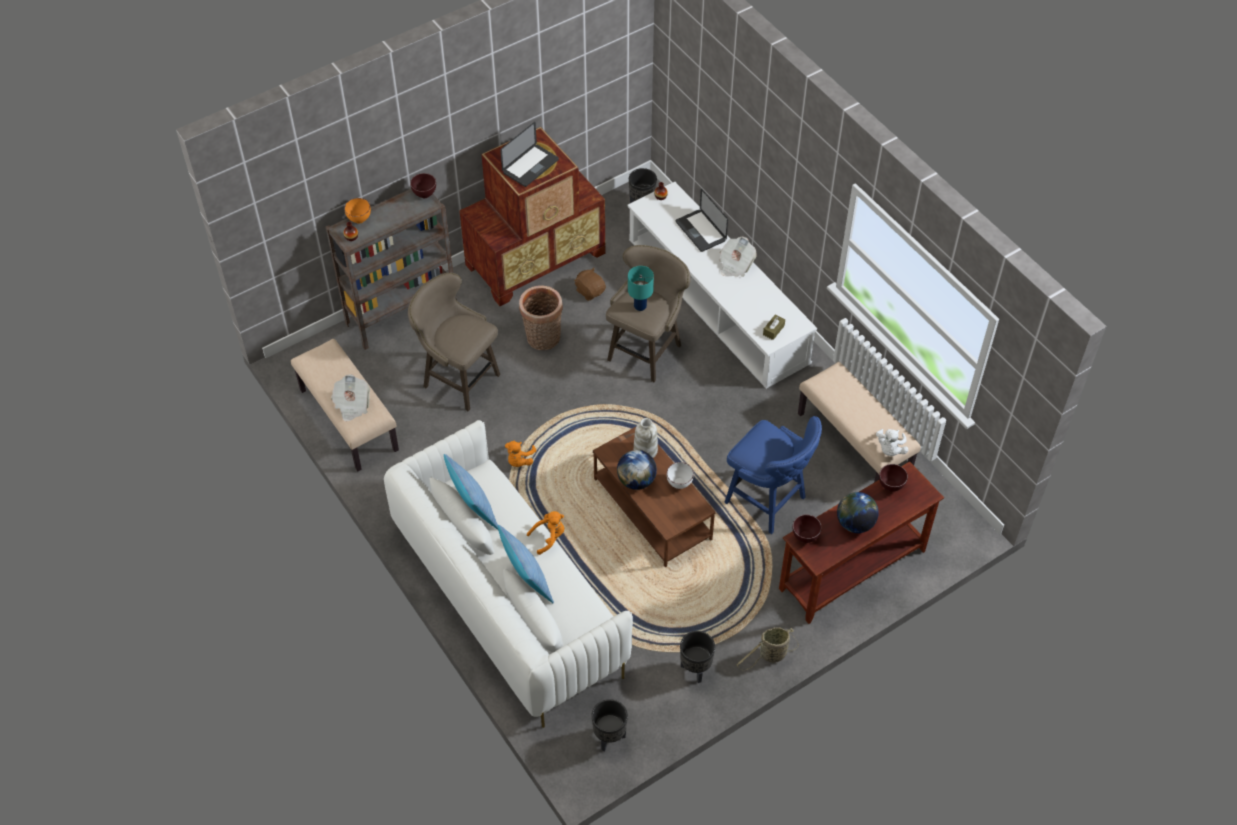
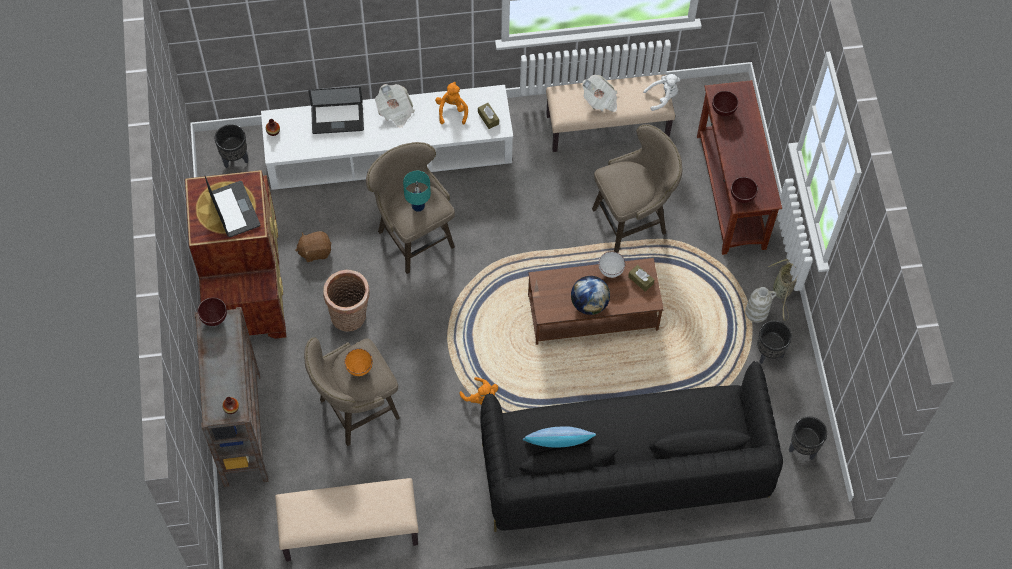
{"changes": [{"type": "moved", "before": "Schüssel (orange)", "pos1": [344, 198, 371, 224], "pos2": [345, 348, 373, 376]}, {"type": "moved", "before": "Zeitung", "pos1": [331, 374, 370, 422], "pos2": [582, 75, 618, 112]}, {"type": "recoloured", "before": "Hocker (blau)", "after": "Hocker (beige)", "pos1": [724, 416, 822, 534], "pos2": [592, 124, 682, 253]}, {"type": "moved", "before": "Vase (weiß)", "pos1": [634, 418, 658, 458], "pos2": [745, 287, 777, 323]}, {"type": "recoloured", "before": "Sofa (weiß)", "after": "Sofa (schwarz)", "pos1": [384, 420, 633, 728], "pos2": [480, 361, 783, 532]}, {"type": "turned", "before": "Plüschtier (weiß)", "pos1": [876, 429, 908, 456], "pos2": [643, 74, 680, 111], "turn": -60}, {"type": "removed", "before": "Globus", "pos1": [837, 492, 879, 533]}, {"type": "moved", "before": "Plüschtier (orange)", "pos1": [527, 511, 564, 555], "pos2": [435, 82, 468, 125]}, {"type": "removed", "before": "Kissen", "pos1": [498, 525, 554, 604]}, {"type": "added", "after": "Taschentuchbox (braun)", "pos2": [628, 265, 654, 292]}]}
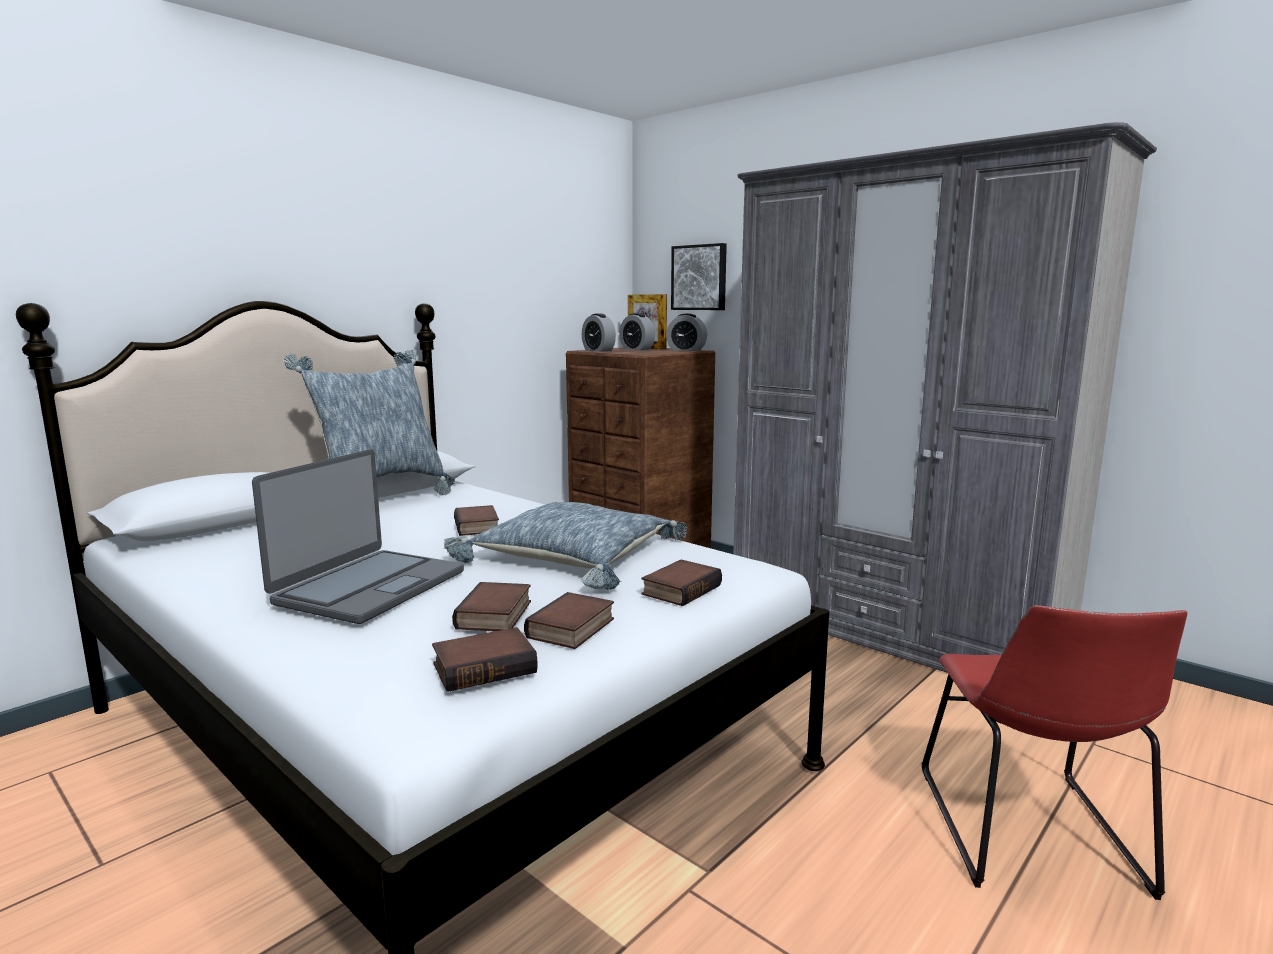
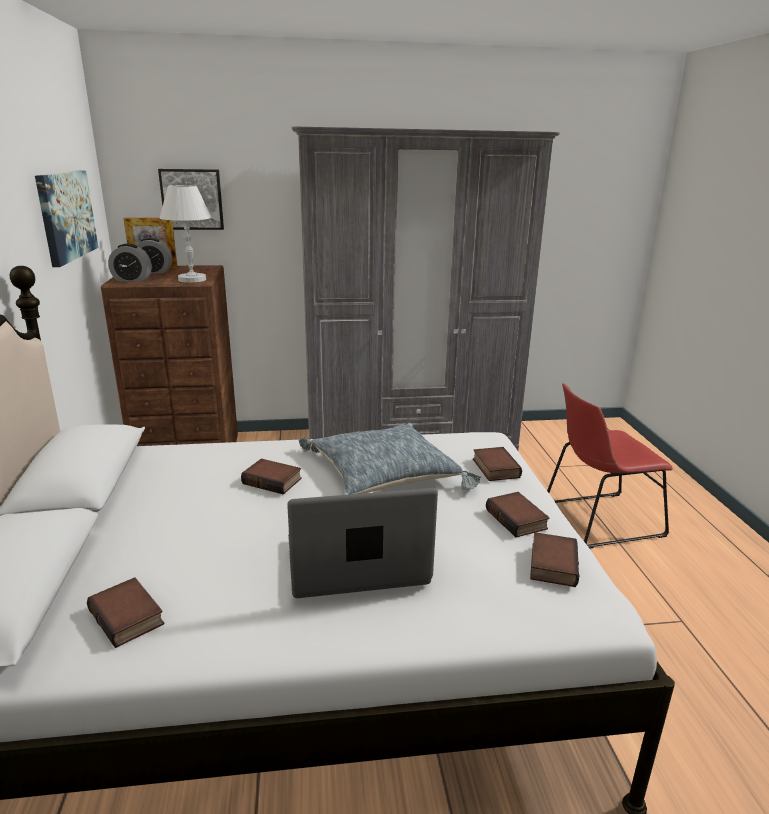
{"changes": [{"type": "removed", "before": "Wecker", "pos1": [666, 313, 707, 351]}, {"type": "removed", "before": "Kissen", "pos1": [283, 350, 455, 496]}, {"type": "turned", "before": "Laptop", "pos1": [252, 449, 464, 624], "pos2": [287, 488, 438, 598], "turn": -75}, {"type": "moved", "before": "Buch", "pos1": [452, 582, 531, 631], "pos2": [87, 577, 164, 648]}, {"type": "turned", "before": "Stuhl (rot)", "pos1": [922, 605, 1187, 900], "pos2": [547, 383, 673, 548], "turn": 120}, {"type": "added", "after": "Bild", "pos2": [35, 171, 98, 267]}, {"type": "added", "after": "Tischlampe (weiß)", "pos2": [160, 185, 212, 283]}]}
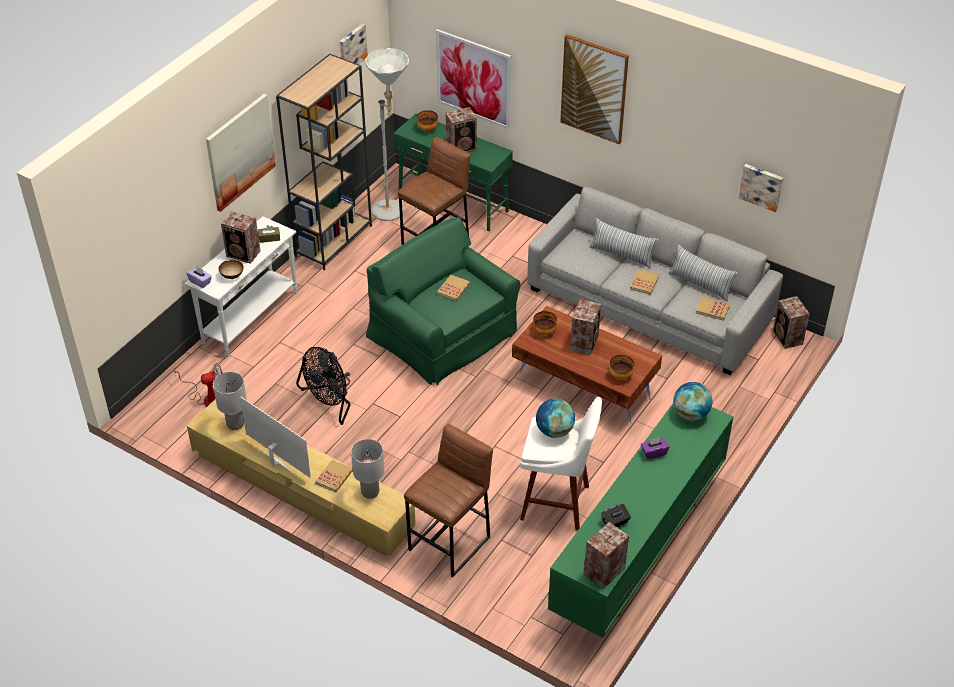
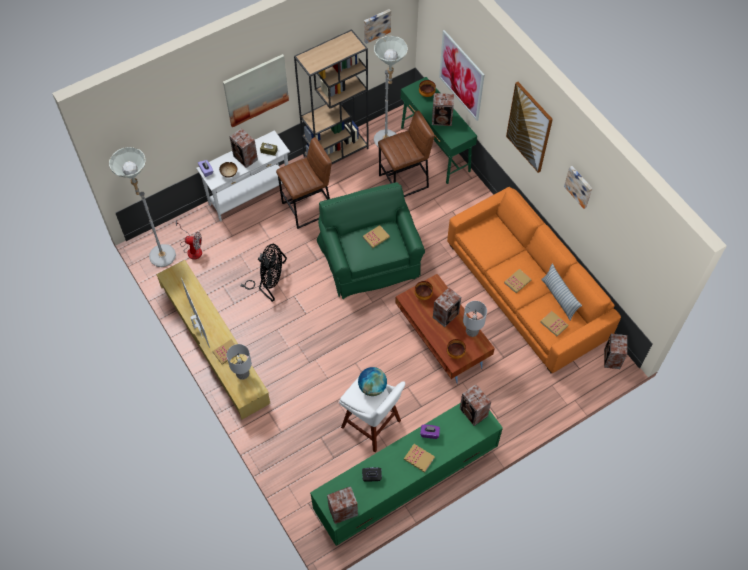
{"changes": [{"type": "moved", "before": "Bild", "pos1": [739, 164, 783, 212], "pos2": [564, 166, 593, 209]}, {"type": "recoloured", "before": "Sofa (grau)", "after": "Sofa (orange)", "pos1": [527, 187, 783, 375], "pos2": [447, 187, 621, 373]}, {"type": "removed", "before": "Kissen", "pos1": [589, 218, 658, 269]}, {"type": "turned", "before": "Ventilator (schwarz)", "pos1": [296, 347, 350, 425], "pos2": [241, 244, 287, 302], "turn": -150}, {"type": "moved", "before": "Tischlampe (grau)", "pos1": [213, 372, 247, 430], "pos2": [463, 301, 487, 337]}, {"type": "replaced", "before": "Globus", "after": "Lautsprecher", "pos1": [673, 382, 713, 421], "pos2": [460, 384, 491, 426]}, {"type": "moved", "before": "Hocker (braun)", "pos1": [404, 424, 493, 577], "pos2": [276, 137, 332, 229]}, {"type": "added", "after": "Stehlampe (grau)", "pos2": [109, 147, 176, 267]}, {"type": "added", "after": "Buch", "pos2": [404, 444, 435, 473]}]}
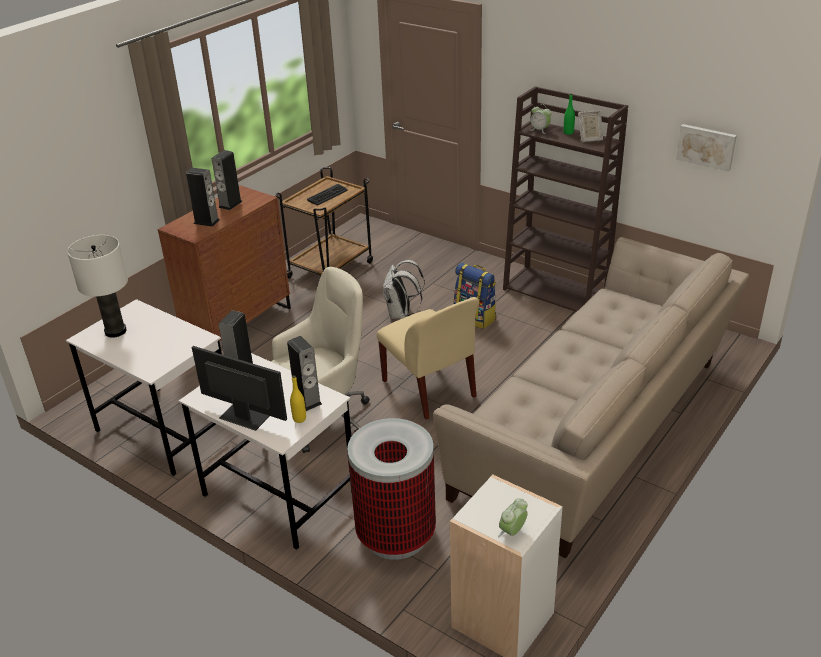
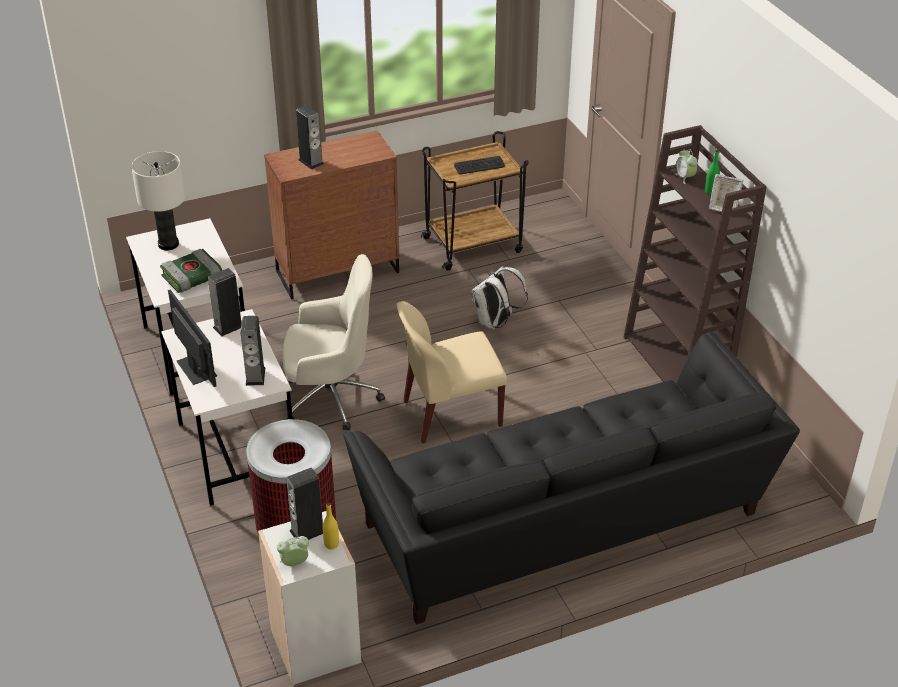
{"changes": [{"type": "removed", "before": "Bild", "pos1": [676, 124, 737, 172]}, {"type": "moved", "before": "Lautsprecher", "pos1": [212, 150, 243, 210], "pos2": [286, 467, 323, 540]}, {"type": "recoloured", "before": "Sofa (beige)", "after": "Sofa (schwarz)", "pos1": [433, 237, 749, 558], "pos2": [343, 331, 800, 625]}, {"type": "removed", "before": "Rucksack", "pos1": [454, 263, 496, 329]}, {"type": "turned", "before": "Stuhl (beige)", "pos1": [377, 297, 479, 420], "pos2": [397, 301, 507, 443], "turn": 75}, {"type": "moved", "before": "Flasche (gelb)", "pos1": [290, 375, 306, 423], "pos2": [323, 502, 339, 549]}, {"type": "added", "after": "Buch", "pos2": [160, 249, 222, 293]}]}
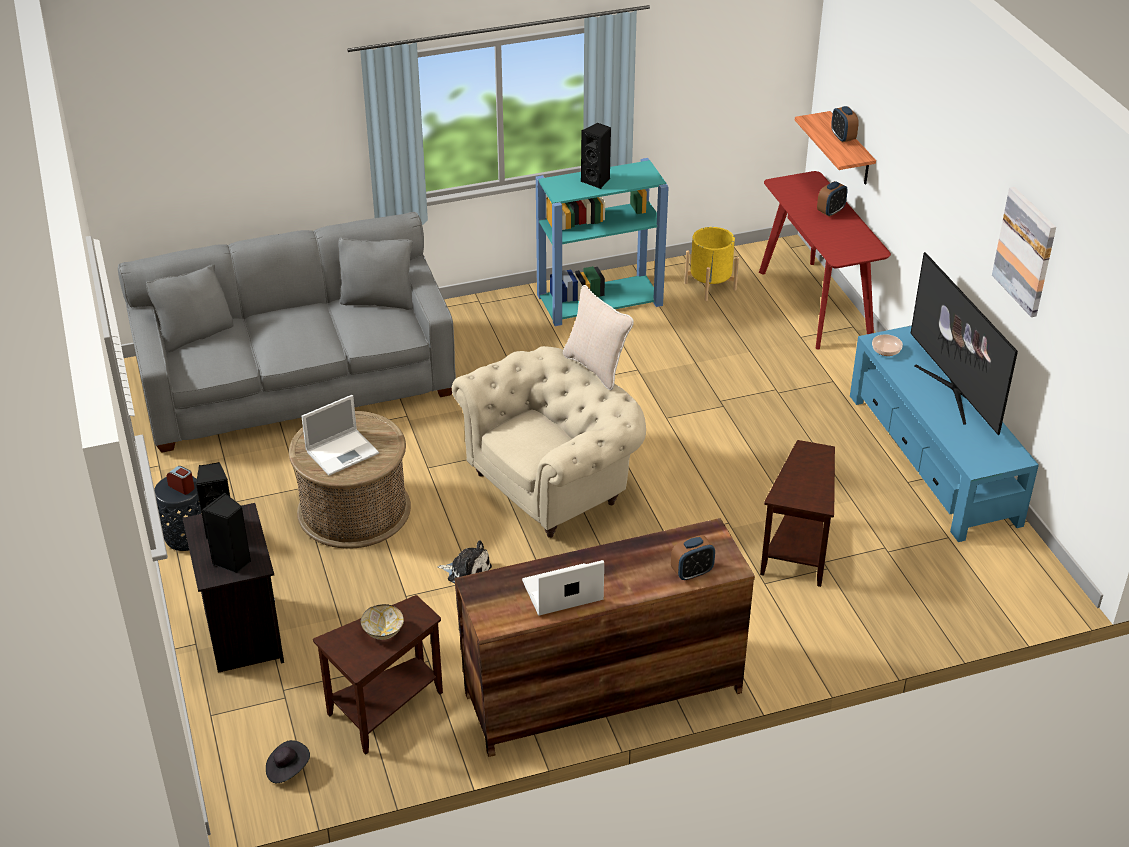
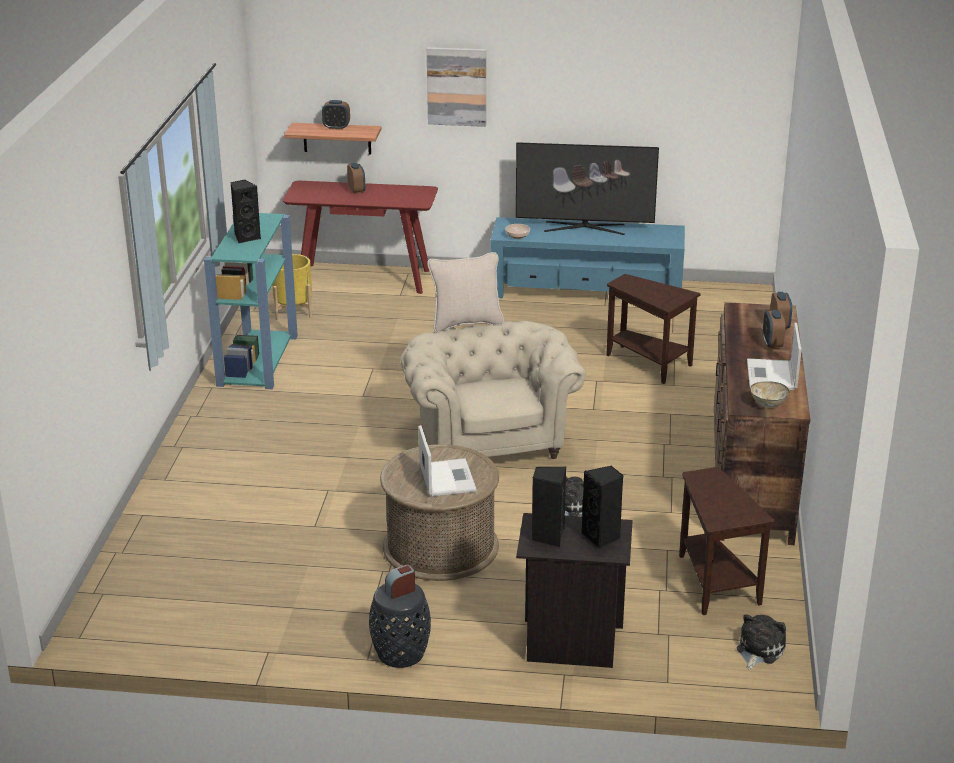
{"changes": [{"type": "moved", "before": "Bild", "pos1": [992, 187, 1056, 317], "pos2": [427, 47, 486, 127]}, {"type": "removed", "before": "Sofa (grau)", "pos1": [118, 212, 456, 453]}, {"type": "moved", "before": "Schüssel", "pos1": [361, 604, 404, 640], "pos2": [751, 381, 789, 408]}, {"type": "replaced", "before": "Hut (schwarz)", "after": "Plüschtier", "pos1": [266, 740, 310, 783], "pos2": [737, 614, 786, 670]}, {"type": "added", "after": "Wecker", "pos2": [763, 310, 785, 348]}]}
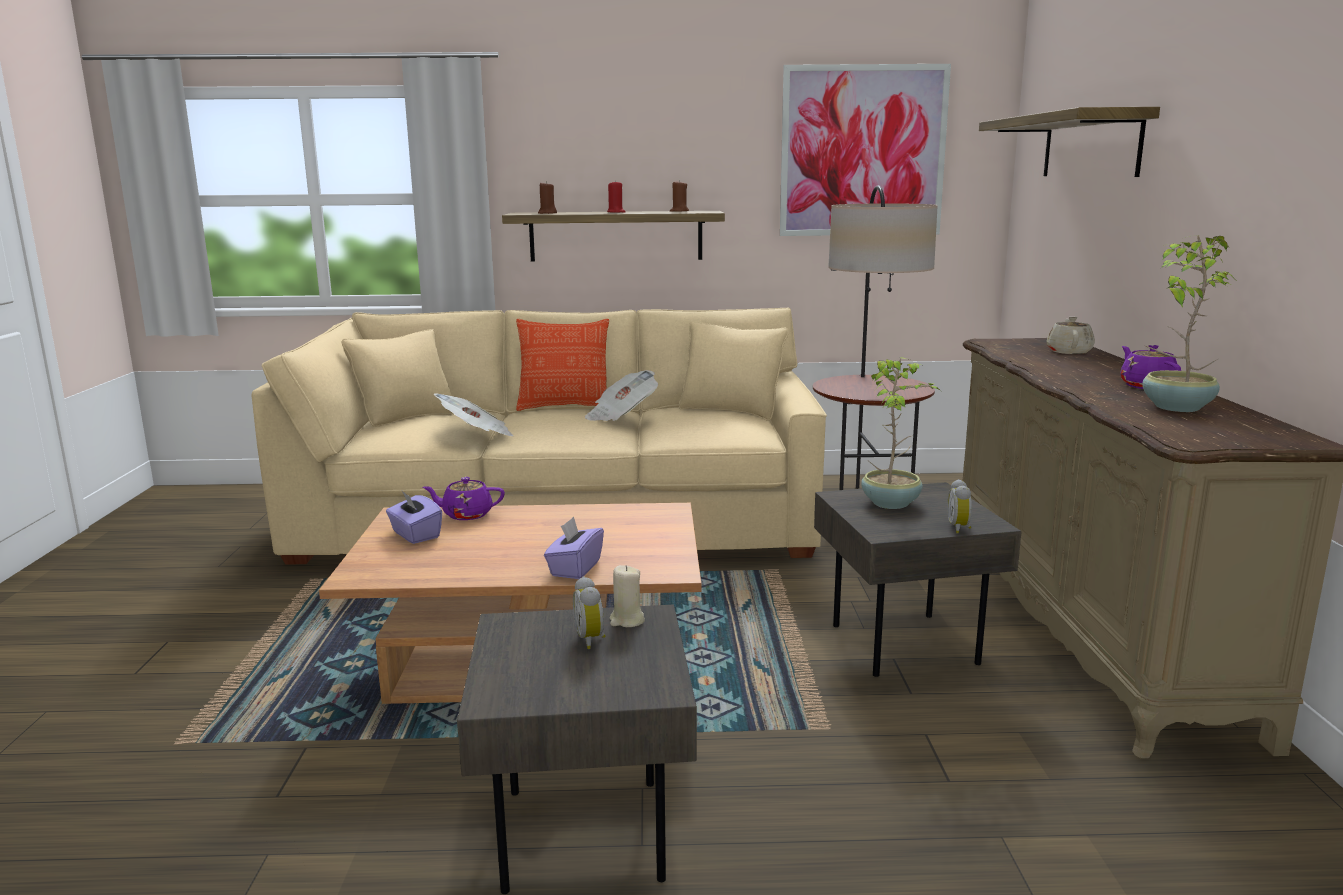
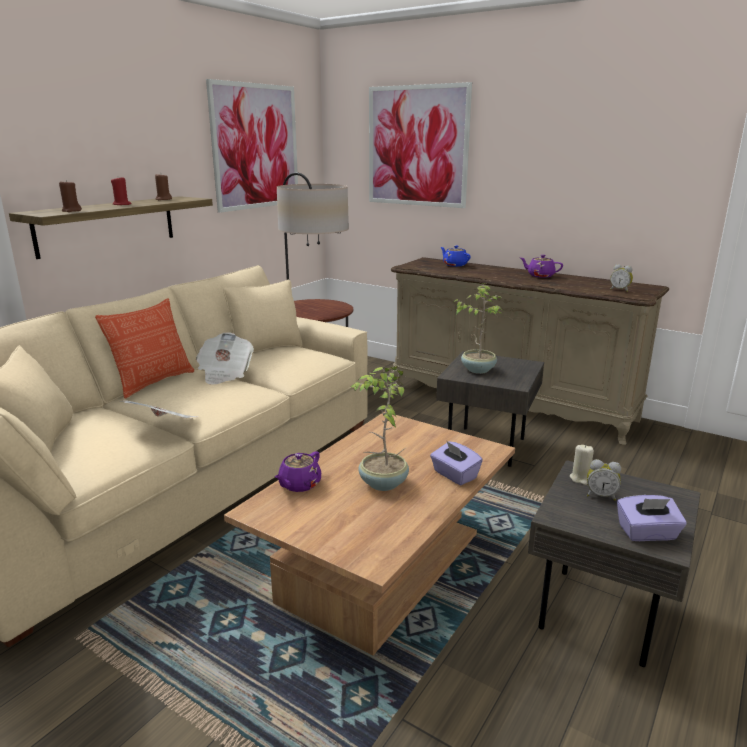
{"changes": [{"type": "replaced", "before": "Wandregal", "after": "Bild", "pos1": [979, 107, 1160, 177], "pos2": [369, 82, 472, 208]}, {"type": "moved", "before": "Topfpflanze", "pos1": [1142, 235, 1236, 412], "pos2": [351, 366, 409, 491]}, {"type": "recoloured", "before": "Teekanne (beige)", "after": "Teekanne (blau)", "pos1": [1046, 317, 1095, 354], "pos2": [441, 246, 471, 267]}, {"type": "moved", "before": "Wecker", "pos1": [947, 479, 972, 534], "pos2": [610, 264, 633, 292]}, {"type": "moved", "before": "Taschentuchbox (lila)", "pos1": [386, 491, 442, 544], "pos2": [617, 495, 687, 541]}]}
